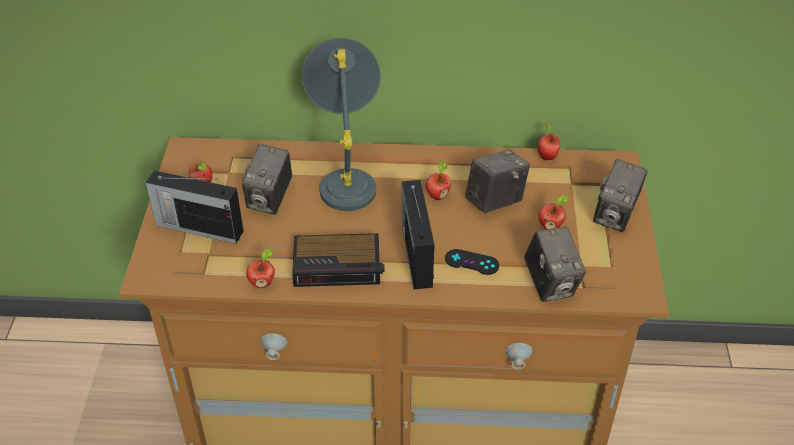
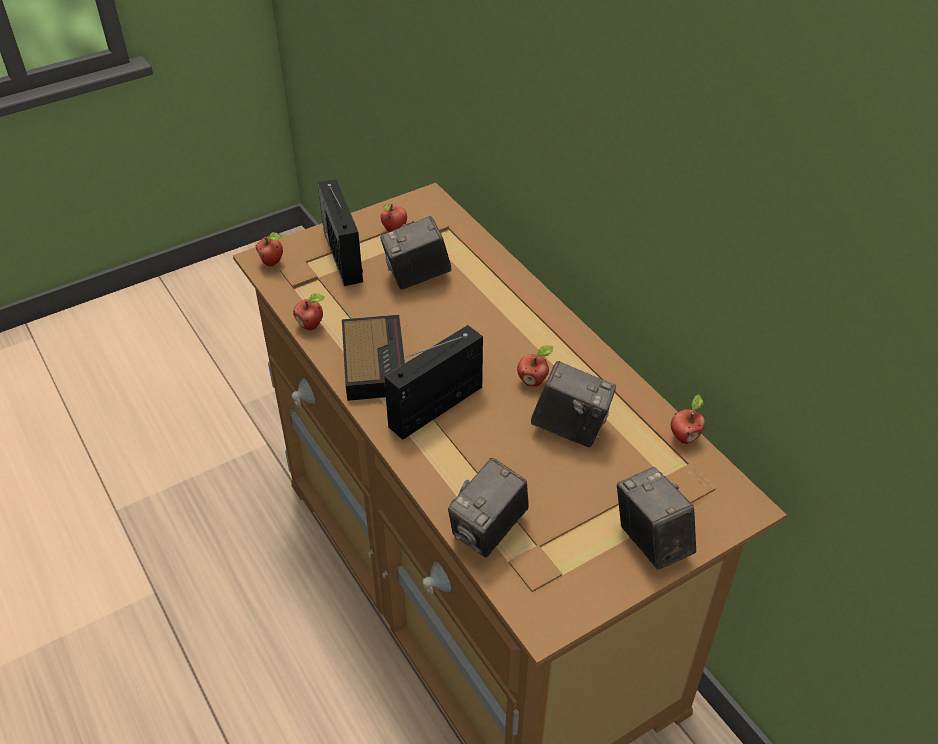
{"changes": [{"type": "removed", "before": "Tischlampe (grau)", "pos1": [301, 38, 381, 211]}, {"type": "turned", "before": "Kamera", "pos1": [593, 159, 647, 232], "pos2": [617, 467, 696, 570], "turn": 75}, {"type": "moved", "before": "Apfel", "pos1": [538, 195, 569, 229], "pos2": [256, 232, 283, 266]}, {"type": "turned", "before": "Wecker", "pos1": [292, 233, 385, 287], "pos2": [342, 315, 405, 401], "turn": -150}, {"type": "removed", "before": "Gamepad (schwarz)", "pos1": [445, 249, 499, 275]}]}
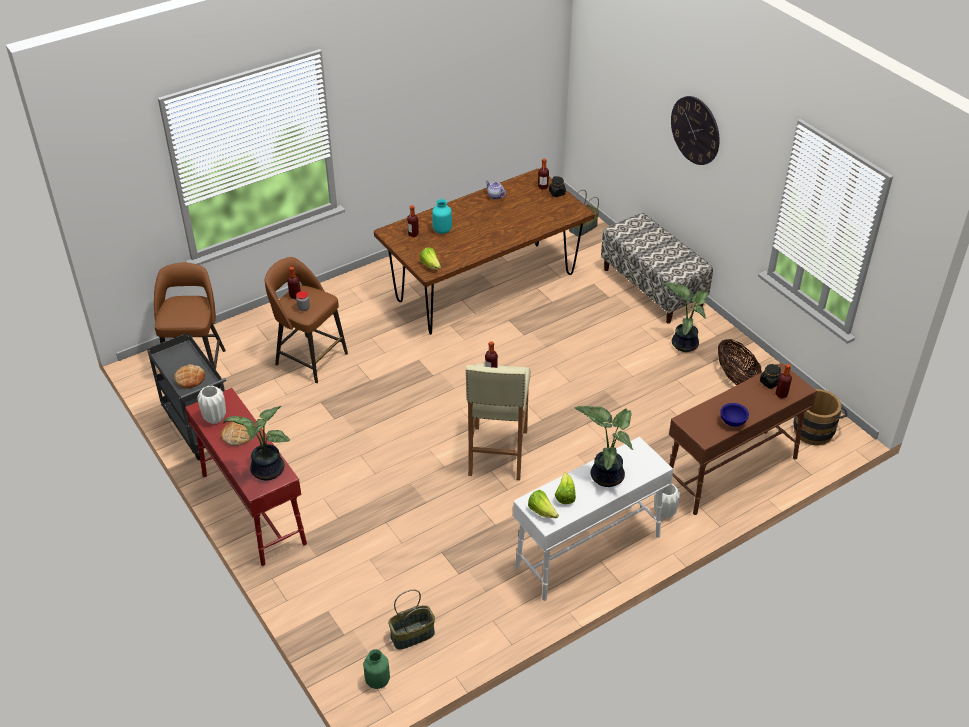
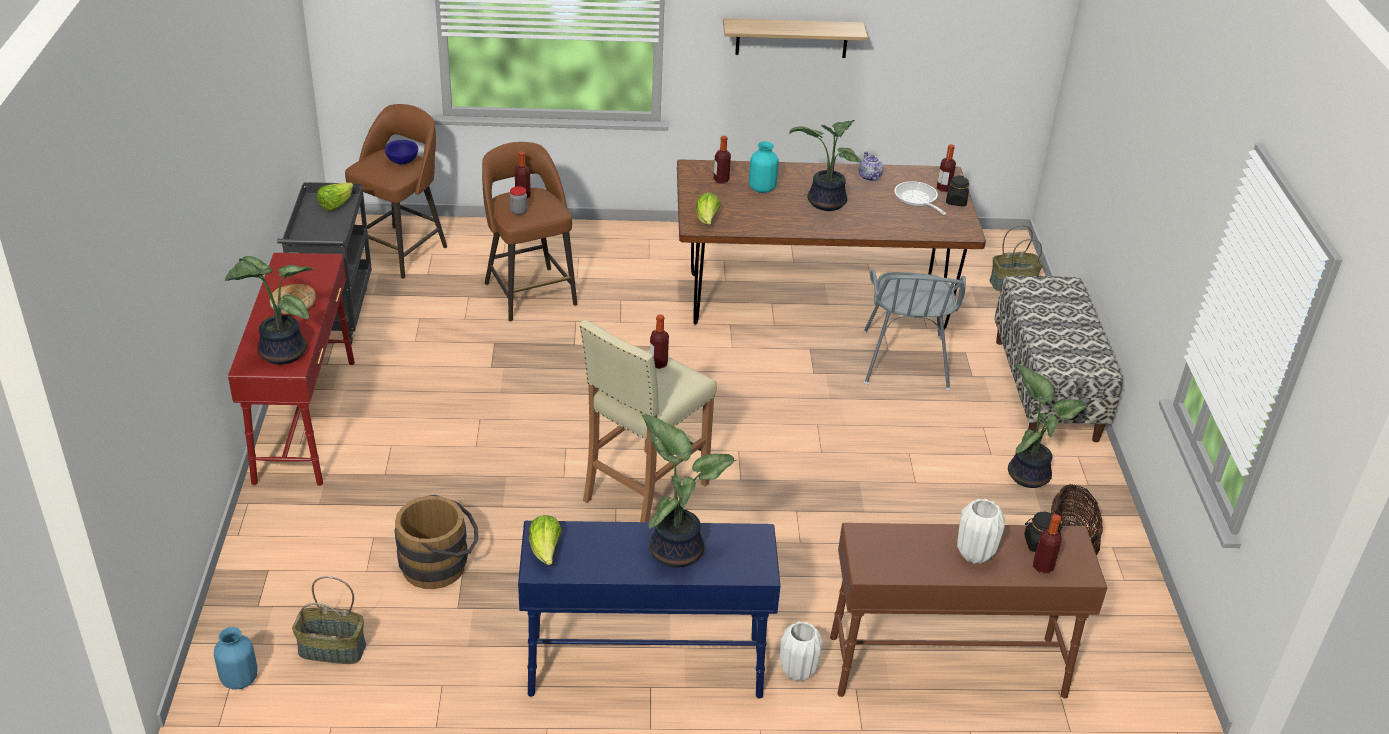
{"changes": [{"type": "removed", "before": "Wanduhr", "pos1": [671, 96, 720, 165]}, {"type": "removed", "before": "Brot", "pos1": [174, 364, 205, 389]}, {"type": "moved", "before": "Vase (weiß)", "pos1": [197, 386, 226, 424], "pos2": [957, 499, 1005, 564]}, {"type": "moved", "before": "Eimer (braun)", "pos1": [793, 389, 848, 445], "pos2": [395, 495, 478, 589]}, {"type": "moved", "before": "Schüssel (blau)", "pos1": [720, 403, 749, 427], "pos2": [385, 140, 418, 164]}, {"type": "recoloured", "before": "Konsolentisch (weiß)", "after": "Konsolentisch (blau)", "pos1": [513, 437, 674, 601], "pos2": [518, 521, 781, 698]}, {"type": "moved", "before": "Salatkopf", "pos1": [555, 473, 576, 504], "pos2": [317, 183, 353, 211]}, {"type": "recoloured", "before": "Vase (grün)", "after": "Vase (blau)", "pos1": [363, 649, 390, 689], "pos2": [214, 627, 258, 690]}, {"type": "added", "after": "Wandregal", "pos2": [723, 18, 868, 58]}, {"type": "added", "after": "Topfpflanze", "pos2": [789, 120, 861, 211]}, {"type": "added", "after": "Pfanne", "pos2": [894, 181, 946, 215]}, {"type": "added", "after": "Stuhl (grau)", "pos2": [863, 269, 966, 391]}]}
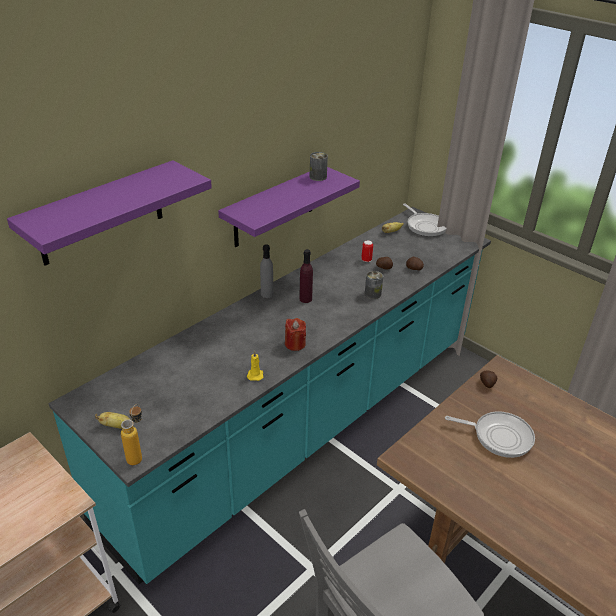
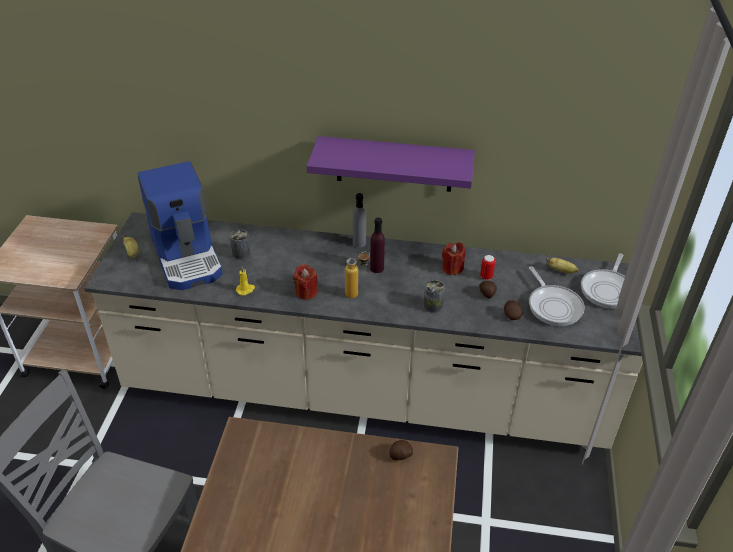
{"changes": [{"type": "moved", "before": "Dose", "pos1": [310, 152, 328, 181], "pos2": [230, 229, 251, 260]}, {"type": "removed", "before": "Wandregal (lila)", "pos1": [7, 160, 212, 265]}, {"type": "recoloured", "before": "Küchenzeile (türkis)", "after": "Küchenzeile (beige)", "pos1": [49, 207, 491, 584], "pos2": [84, 212, 643, 449]}, {"type": "moved", "before": "Flasche", "pos1": [121, 404, 142, 465], "pos2": [345, 252, 370, 298]}, {"type": "moved", "before": "Pfanne", "pos1": [445, 411, 535, 458], "pos2": [529, 266, 585, 326]}, {"type": "added", "after": "Kaffeemaschine", "pos2": [137, 161, 223, 290]}, {"type": "added", "after": "Kerze (rot)", "pos2": [442, 242, 465, 275]}]}
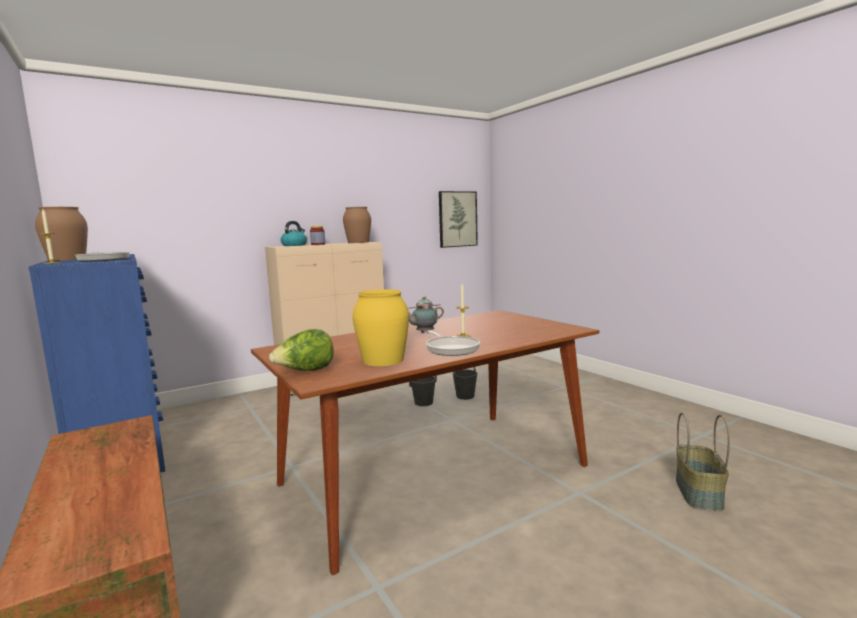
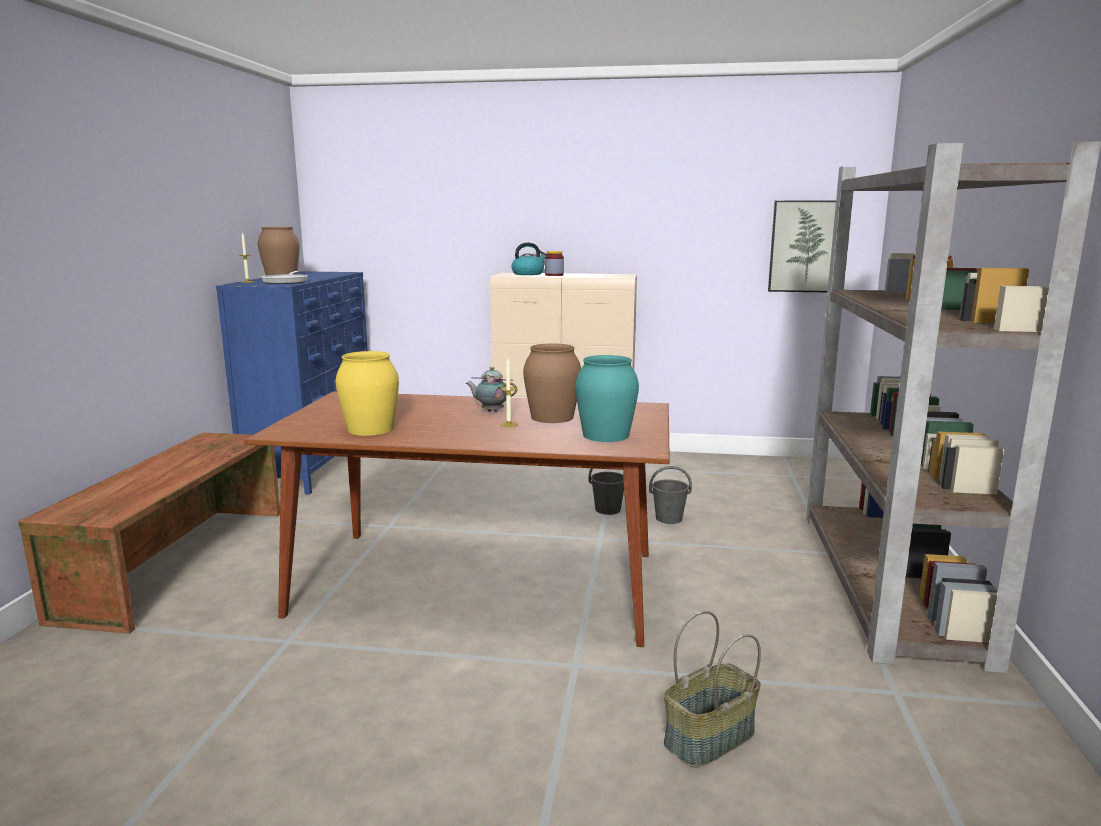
{"changes": [{"type": "moved", "before": "Vase (braun)", "pos1": [343, 207, 371, 243], "pos2": [523, 344, 581, 423]}, {"type": "removed", "before": "Salatkopf", "pos1": [269, 329, 334, 371]}, {"type": "removed", "before": "Pfanne", "pos1": [426, 330, 480, 356]}, {"type": "added", "after": "Bücherregal (braun)", "pos2": [806, 141, 1101, 673]}, {"type": "added", "after": "Vase (türkis)", "pos2": [575, 355, 639, 442]}]}
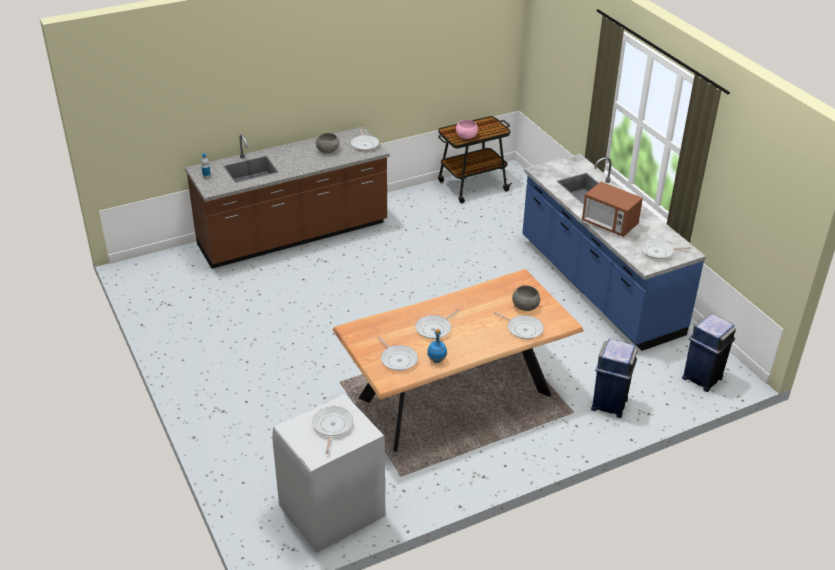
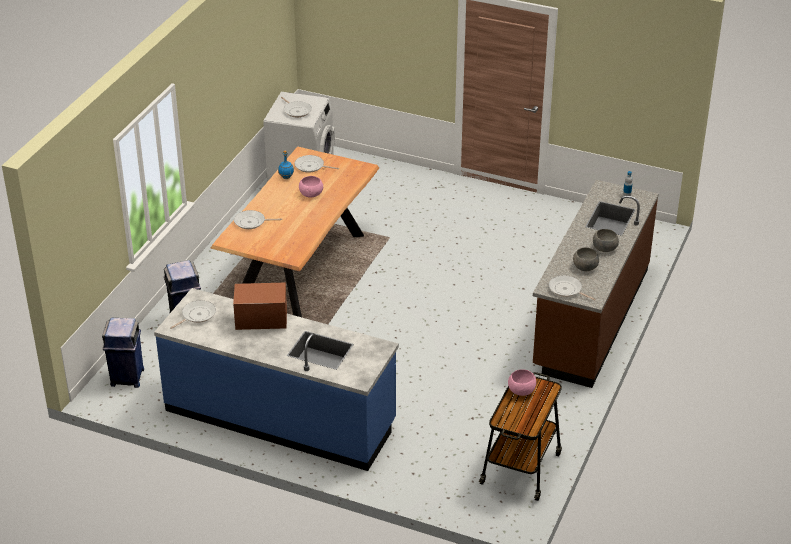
{"changes": [{"type": "moved", "before": "Schüssel (grau)", "pos1": [512, 285, 540, 311], "pos2": [593, 229, 619, 252]}, {"type": "replaced", "before": "Pfanne", "after": "Schüssel (rosa)", "pos1": [415, 310, 459, 339], "pos2": [299, 176, 323, 198]}]}
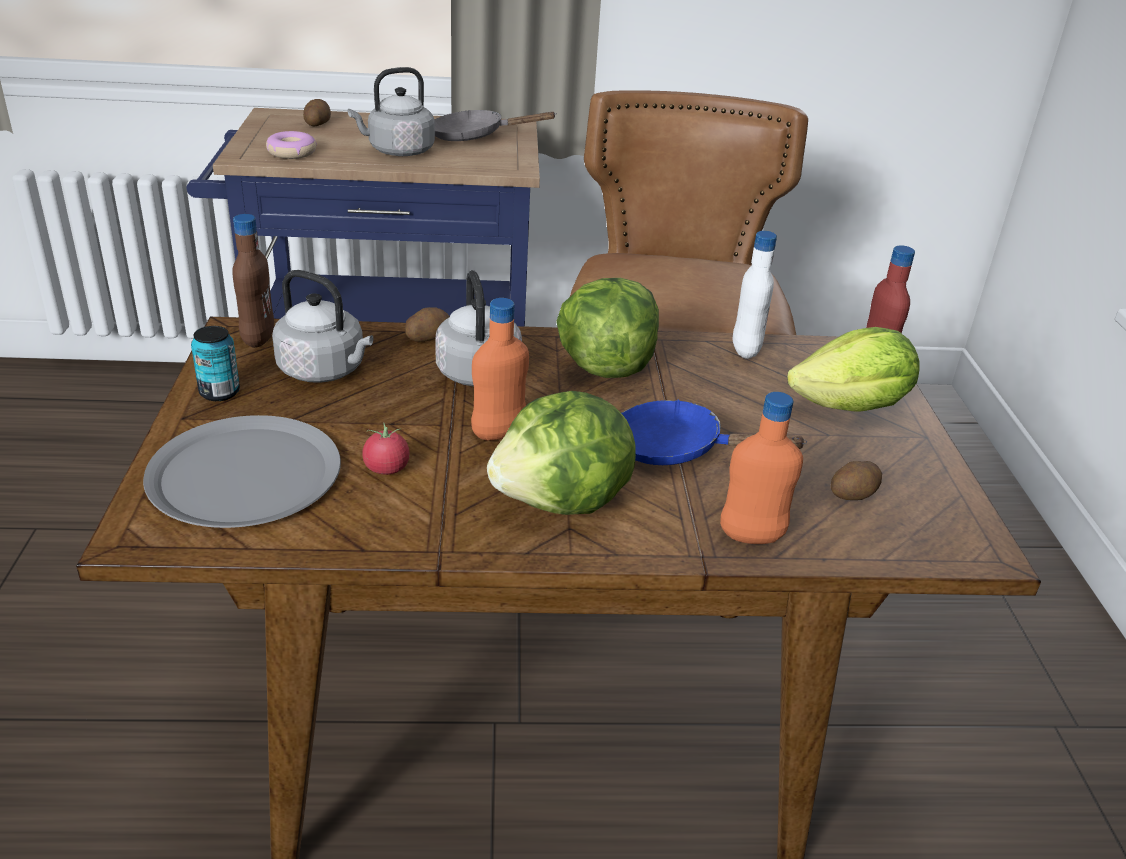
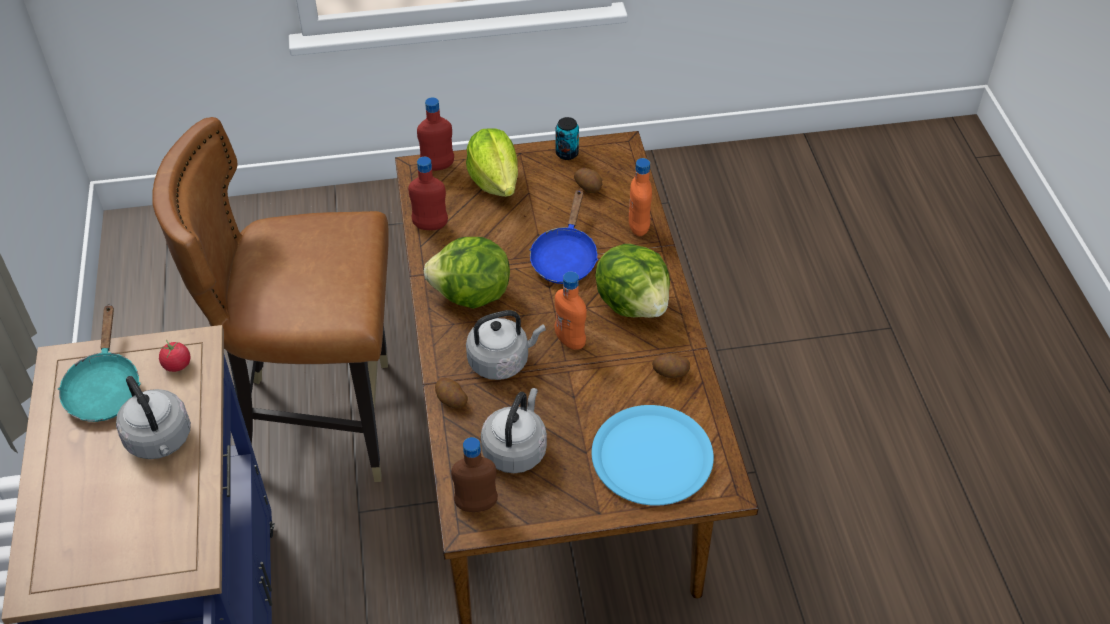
{"changes": [{"type": "moved", "before": "Kartoffel", "pos1": [303, 99, 331, 127], "pos2": [652, 353, 690, 378]}, {"type": "recoloured", "before": "Pfanne (grau)", "after": "Pfanne (türkis)", "pos1": [435, 110, 557, 141], "pos2": [58, 304, 141, 422]}, {"type": "removed", "before": "Donut", "pos1": [266, 131, 317, 159]}, {"type": "recoloured", "before": "Flasche (weiß)", "after": "Flasche (rot)", "pos1": [732, 231, 777, 359], "pos2": [408, 157, 448, 230]}, {"type": "moved", "before": "Dose", "pos1": [191, 326, 240, 401], "pos2": [556, 117, 579, 160]}, {"type": "recoloured", "before": "Teller (grau)", "after": "Teller (blau)", "pos1": [143, 415, 341, 528], "pos2": [592, 405, 714, 506]}, {"type": "moved", "before": "Tomate", "pos1": [362, 422, 410, 475], "pos2": [159, 340, 191, 372]}]}
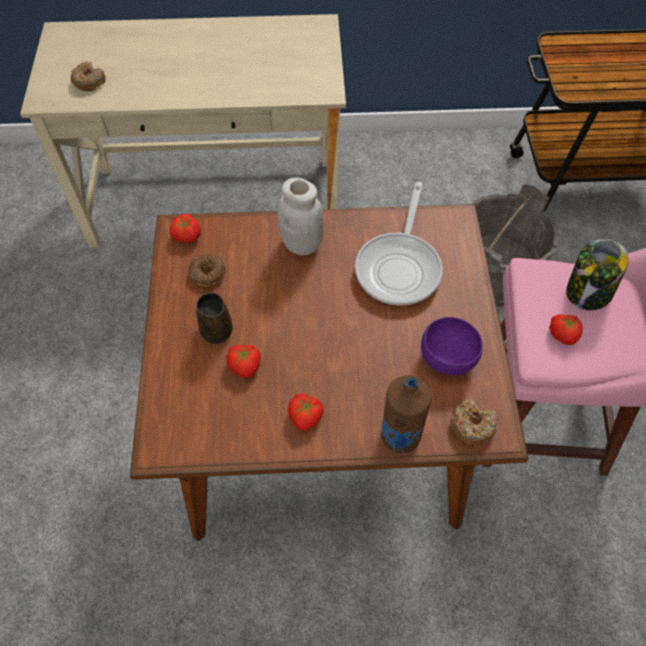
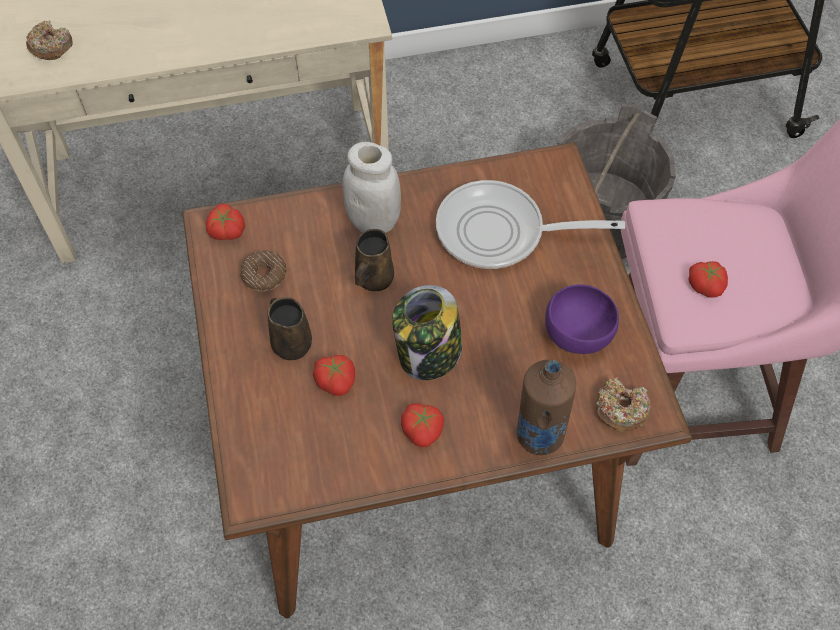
{"changes": [{"type": "turned", "before": "Pfanne", "pos1": [355, 182, 443, 306], "pos2": [436, 180, 625, 269], "turn": 90}, {"type": "moved", "before": "Vorratsglas", "pos1": [566, 239, 629, 310], "pos2": [392, 285, 462, 380]}, {"type": "added", "after": "Henkelbecher (braun)", "pos2": [355, 229, 394, 291]}]}
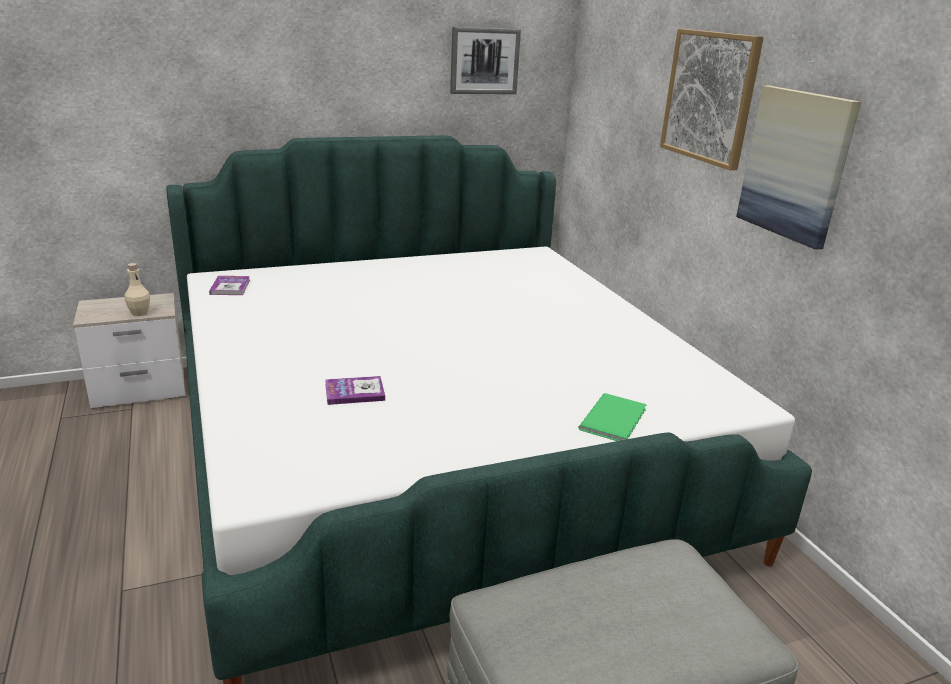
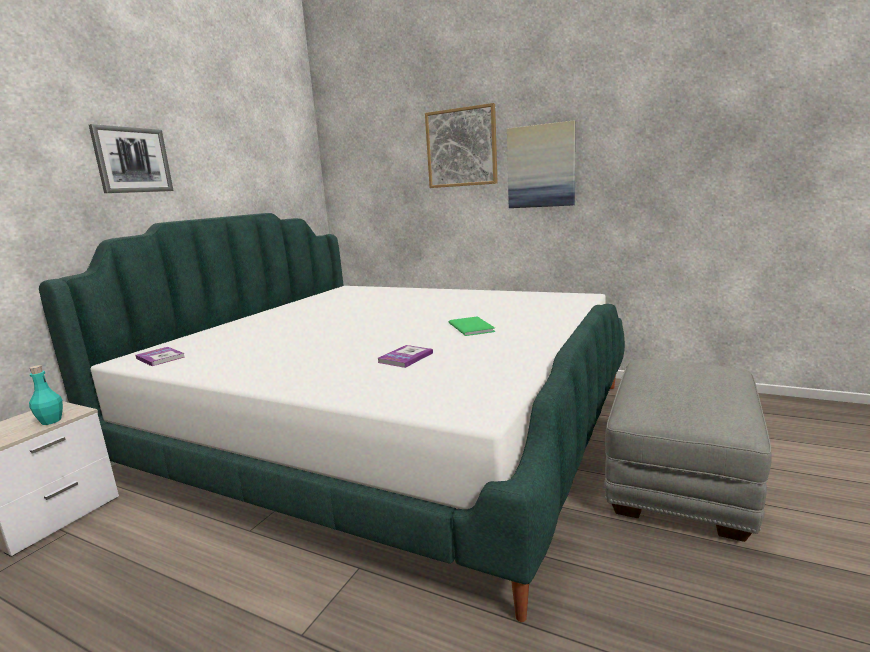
{"changes": [{"type": "moved", "before": "Bild", "pos1": [450, 27, 521, 94], "pos2": [89, 124, 173, 193]}, {"type": "recoloured", "before": "Flasche (beige)", "after": "Flasche (türkis)", "pos1": [124, 263, 150, 316], "pos2": [29, 365, 63, 425]}, {"type": "moved", "before": "Buch (grün)", "pos1": [578, 393, 646, 441], "pos2": [449, 317, 495, 336]}]}
